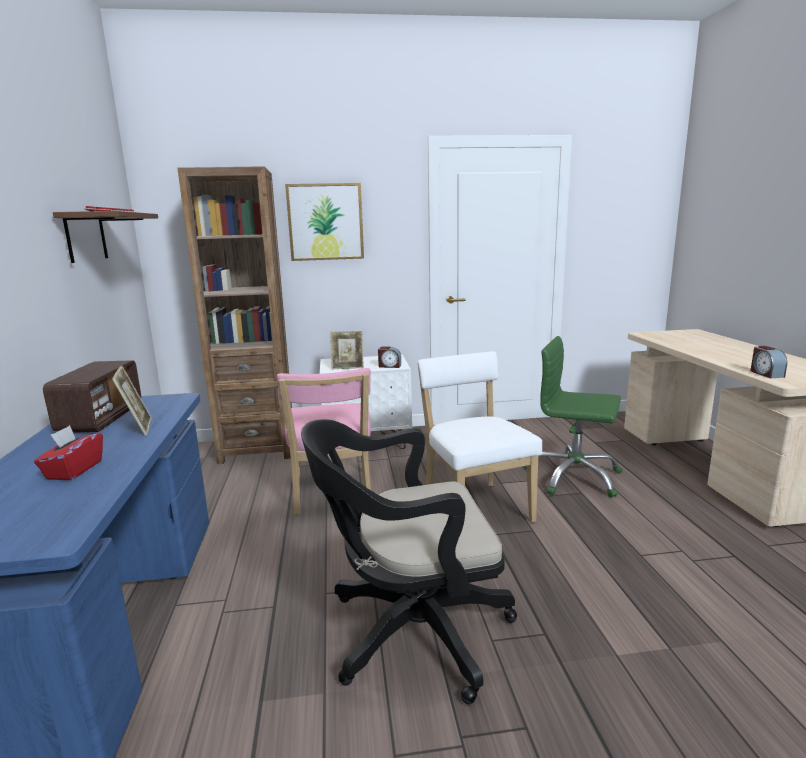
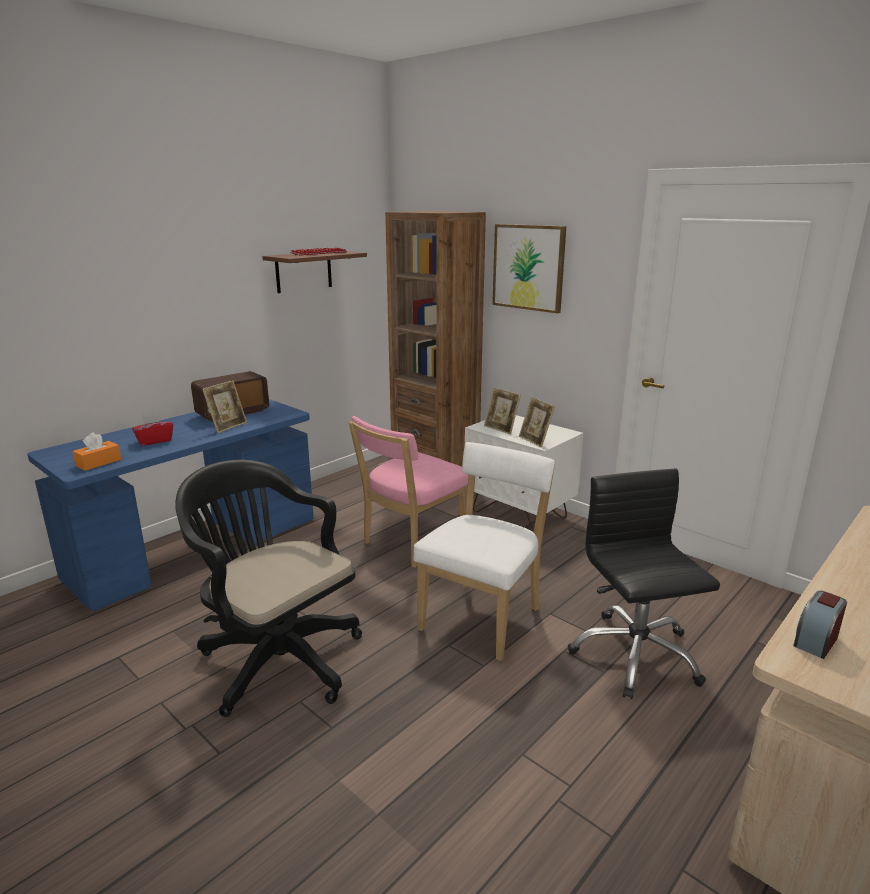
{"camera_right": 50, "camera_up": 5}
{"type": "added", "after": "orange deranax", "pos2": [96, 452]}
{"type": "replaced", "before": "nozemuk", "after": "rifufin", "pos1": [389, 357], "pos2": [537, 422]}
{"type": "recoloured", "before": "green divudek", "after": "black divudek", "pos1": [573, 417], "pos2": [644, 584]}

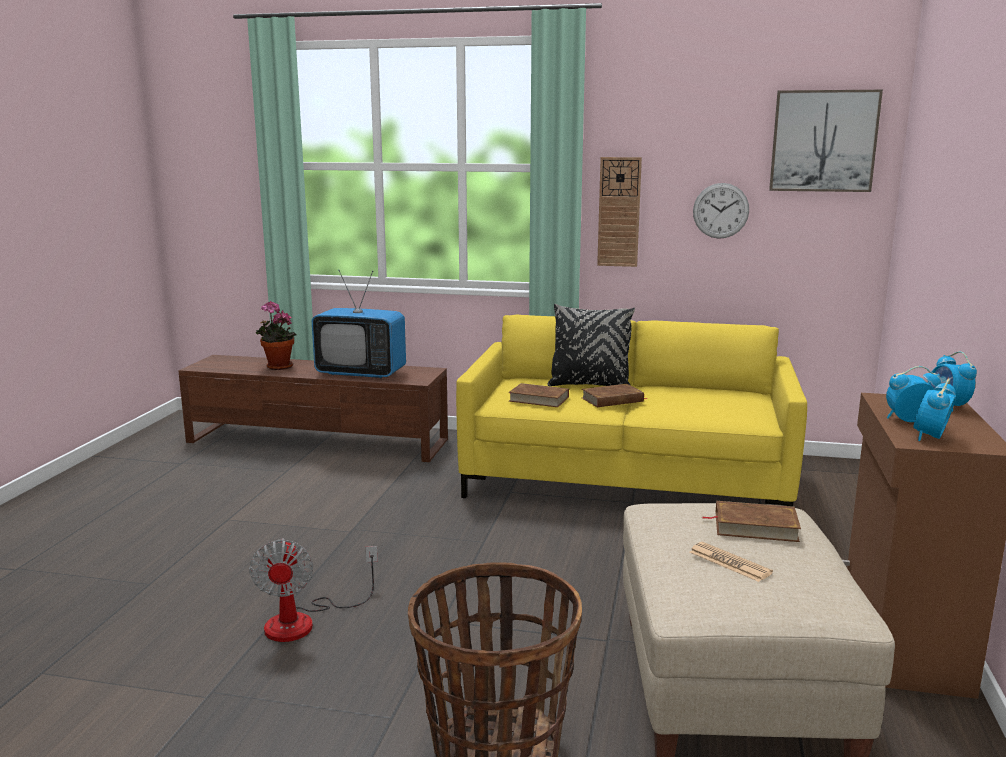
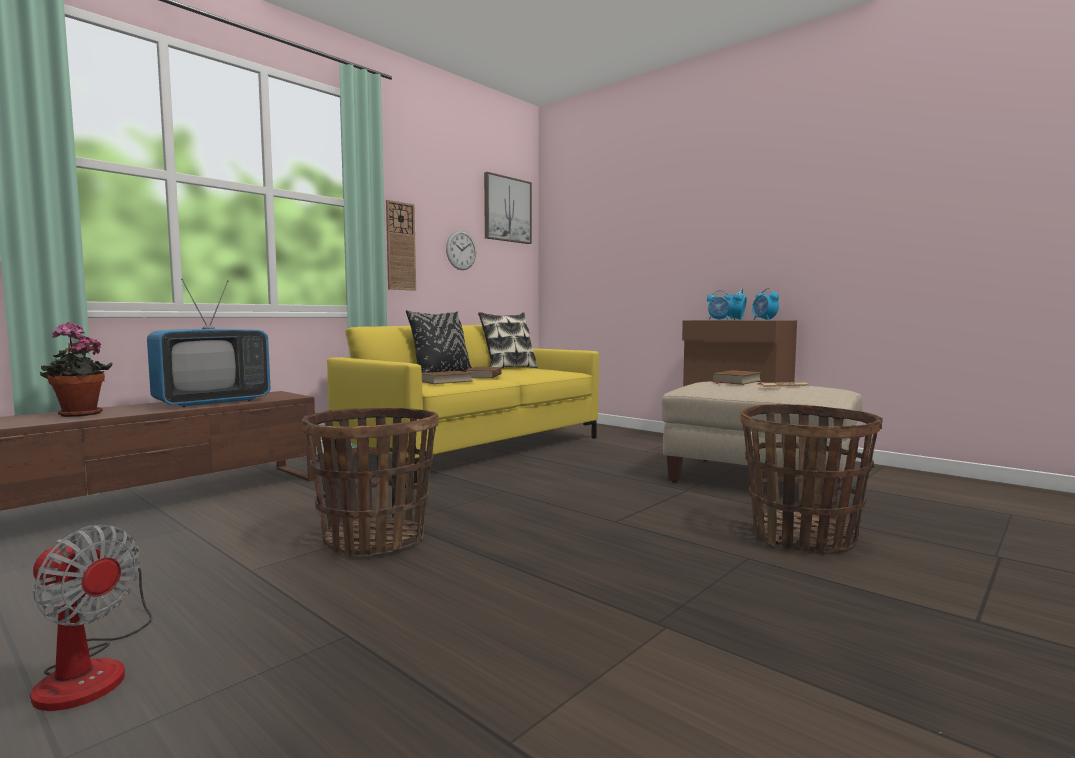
{"camera_right": -60, "camera_up": -10}
{"type": "added", "after": "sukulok", "pos2": [370, 483]}
{"type": "added", "after": "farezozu", "pos2": [508, 340]}
{"type": "moved", "before": "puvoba", "pos1": [313, 590], "pos2": [91, 618]}

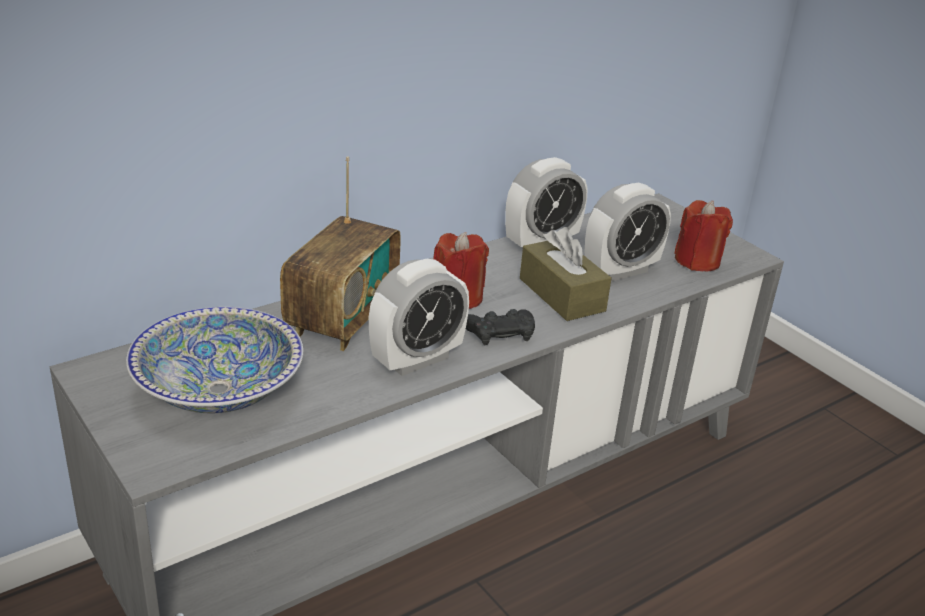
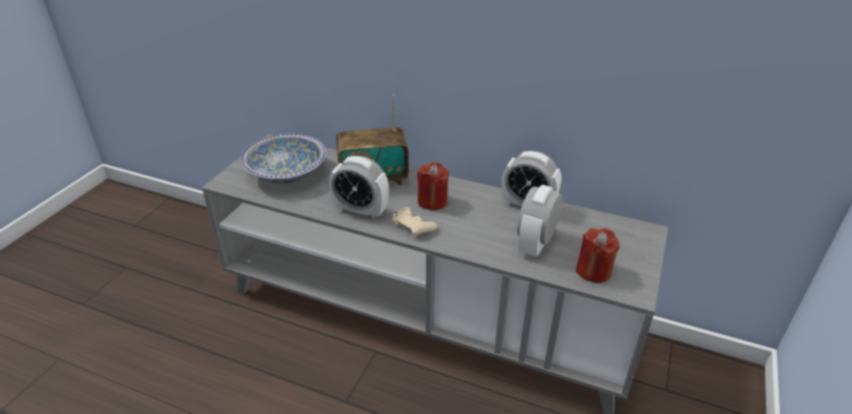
{"camera_right": 60, "camera_up": 5}
{"type": "removed", "before": "brown deranax", "pos1": [566, 274]}
{"type": "recoloured", "before": "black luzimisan", "after": "beige luzimisan", "pos1": [500, 327], "pos2": [414, 222]}
{"type": "turned", "before": "nozemuk", "pos1": [628, 232], "pos2": [539, 221], "turn": 90}

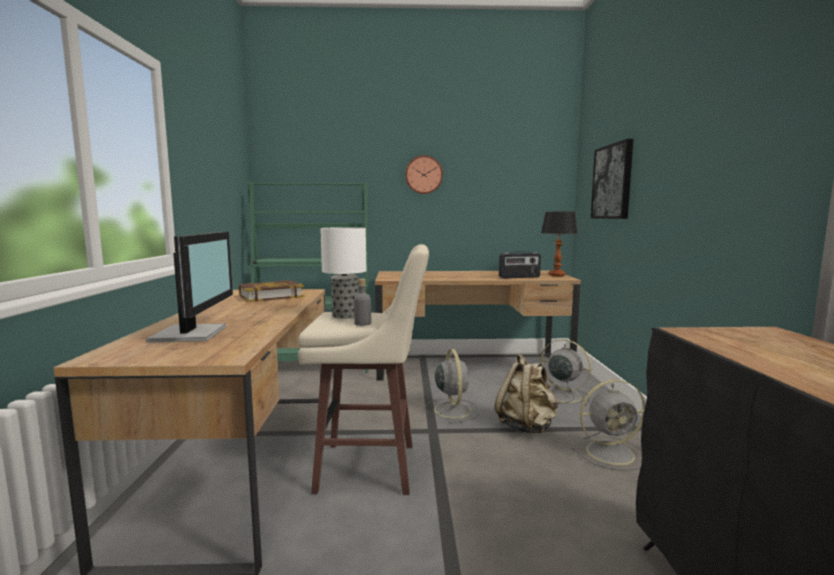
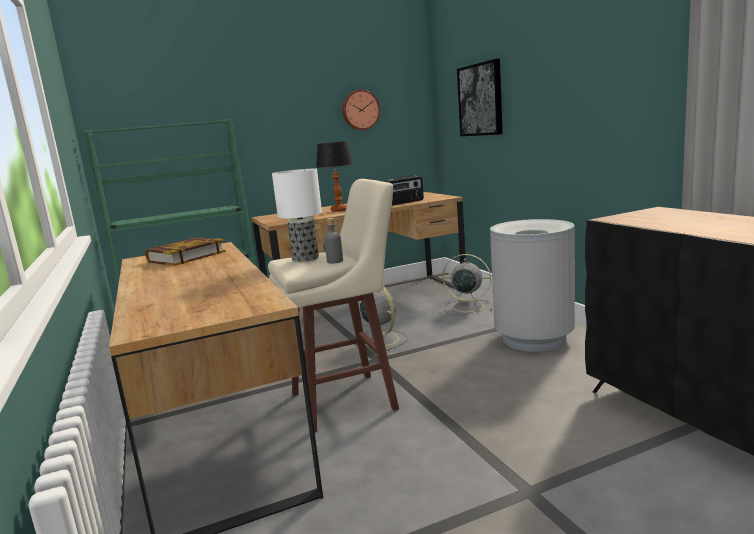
{"camera_right": -20, "camera_up": 5}
{"type": "removed", "before": "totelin", "pos1": [189, 287]}
{"type": "removed", "before": "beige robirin", "pos1": [526, 393]}
{"type": "moved", "before": "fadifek", "pos1": [424, 174], "pos2": [361, 110]}
{"type": "moved", "before": "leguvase", "pos1": [559, 244], "pos2": [334, 176]}
{"type": "replaced", "before": "grey puvoba", "after": "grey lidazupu", "pos1": [608, 425], "pos2": [532, 285]}

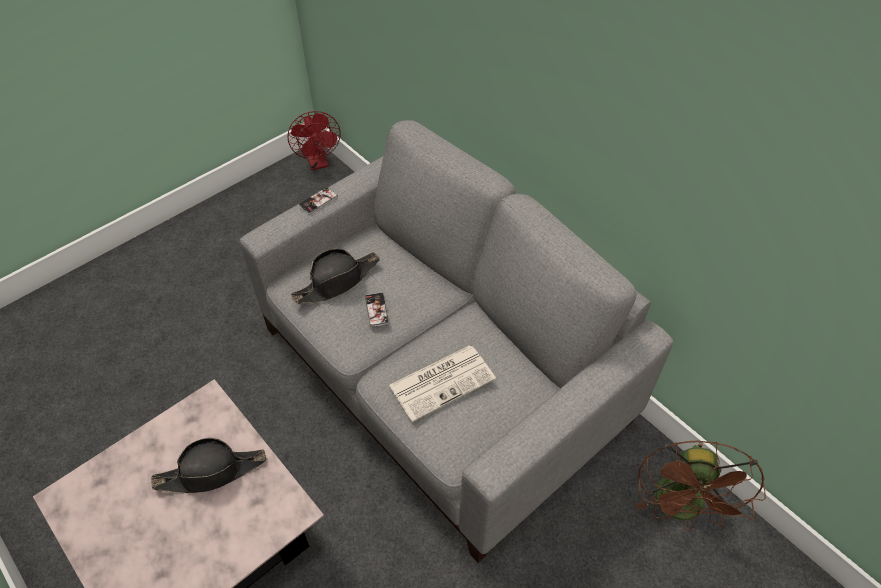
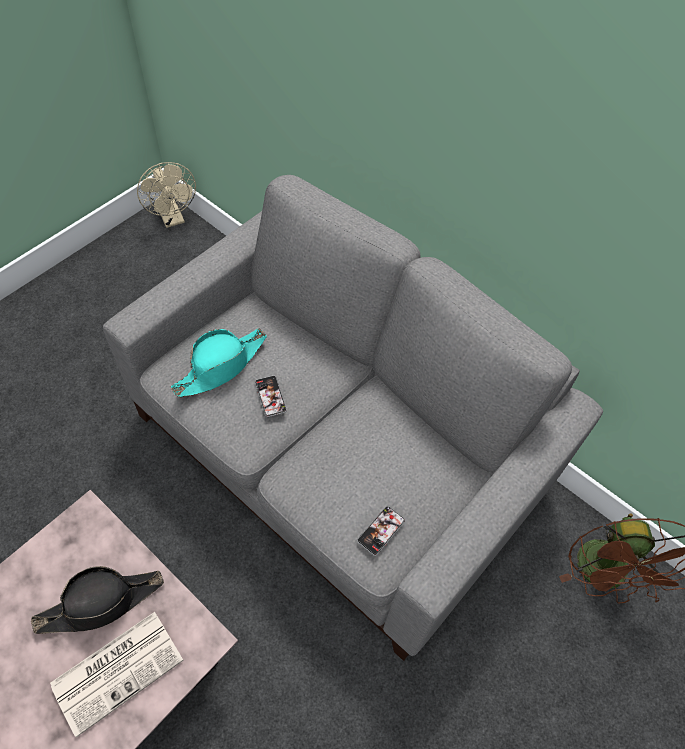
{"camera_right": -10, "camera_up": 5}
{"type": "moved", "before": "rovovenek", "pos1": [318, 200], "pos2": [381, 531]}
{"type": "moved", "before": "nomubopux", "pos1": [442, 383], "pos2": [117, 675]}
{"type": "recoloured", "before": "red puvoba", "after": "beige puvoba", "pos1": [314, 140], "pos2": [166, 195]}
{"type": "recoloured", "before": "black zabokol", "after": "turquoise zabokol", "pos1": [335, 276], "pos2": [219, 362]}

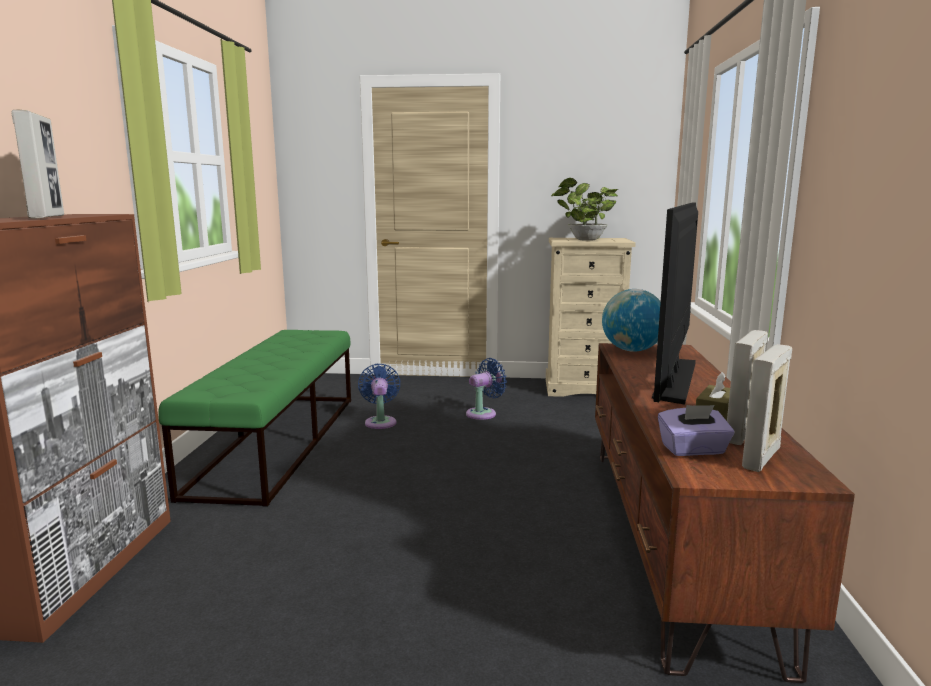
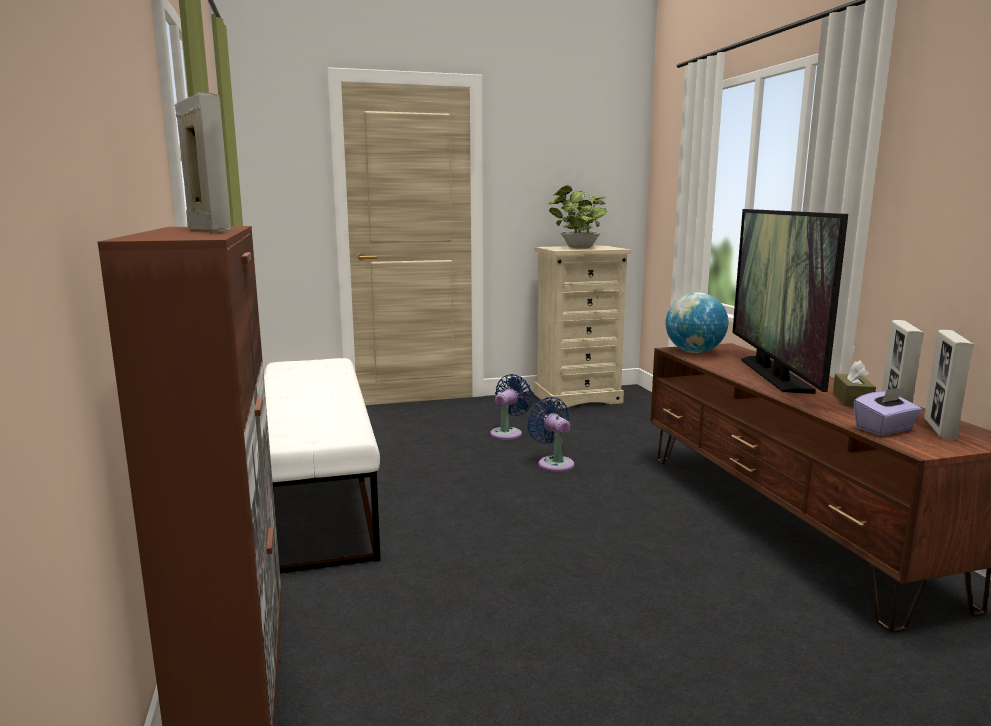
{"camera_right": -20, "camera_up": 0}
{"type": "moved", "before": "blue puvoba", "pos1": [379, 396], "pos2": [550, 434]}
{"type": "recoloured", "before": "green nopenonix", "after": "white nopenonix", "pos1": [255, 418], "pos2": [322, 466]}

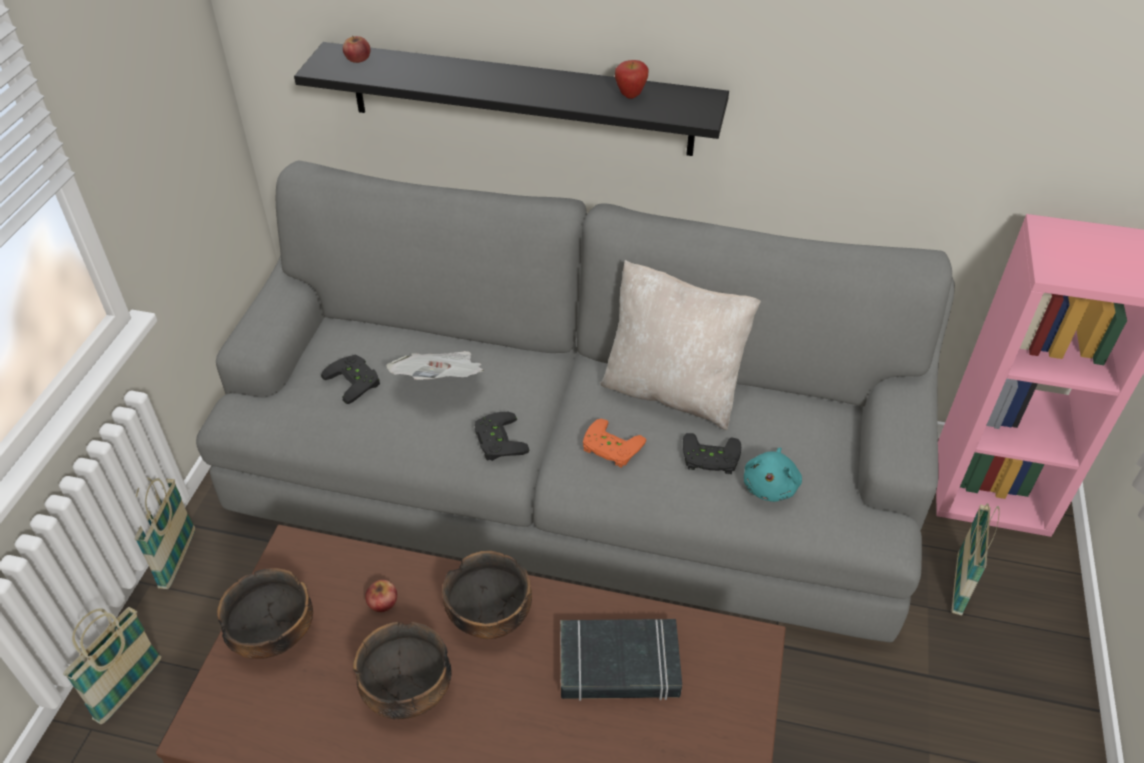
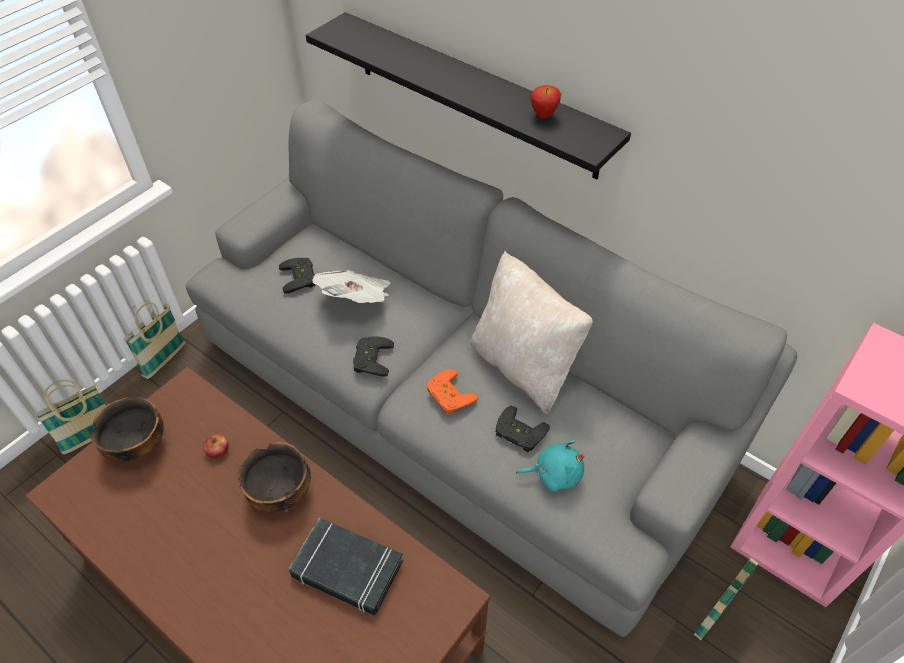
{"camera_right": 25, "camera_up": 5}
{"type": "removed", "before": "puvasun", "pos1": [356, 49]}
{"type": "removed", "before": "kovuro", "pos1": [402, 671]}
{"type": "turned", "before": "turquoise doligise", "pos1": [773, 475], "pos2": [550, 466], "turn": -135}

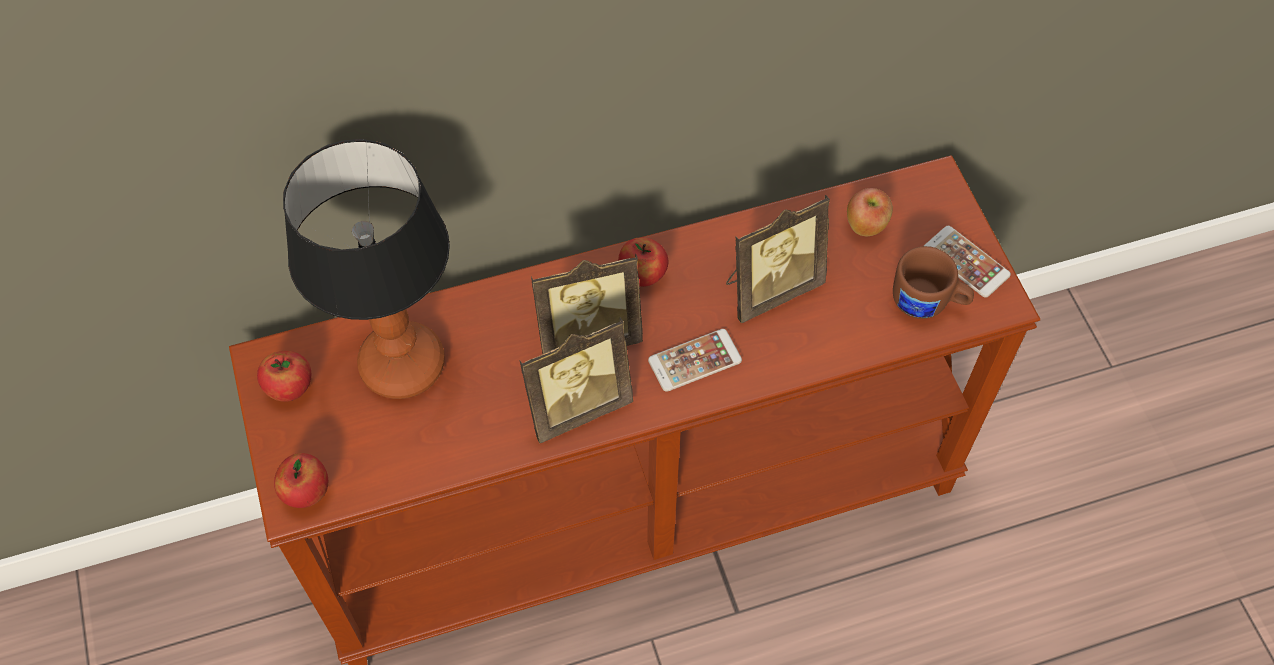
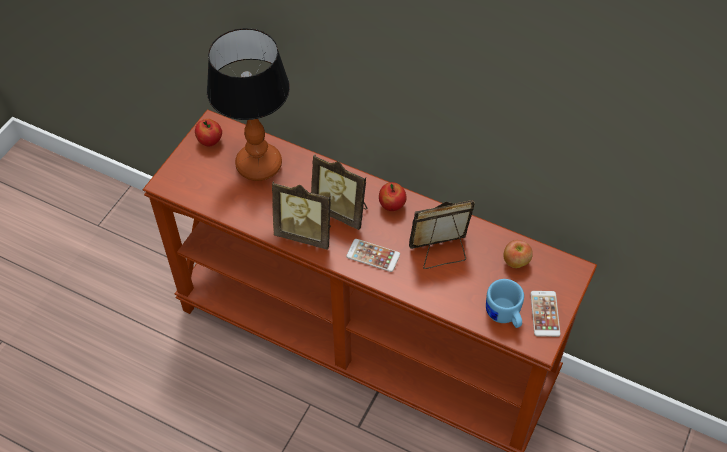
{"camera_right": 45, "camera_up": -5}
{"type": "removed", "before": "puvasun", "pos1": [301, 480]}
{"type": "recoloured", "before": "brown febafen", "after": "blue febafen", "pos1": [933, 282], "pos2": [505, 303]}
{"type": "turned", "before": "rifufin", "pos1": [778, 259], "pos2": [442, 234], "turn": 150}

